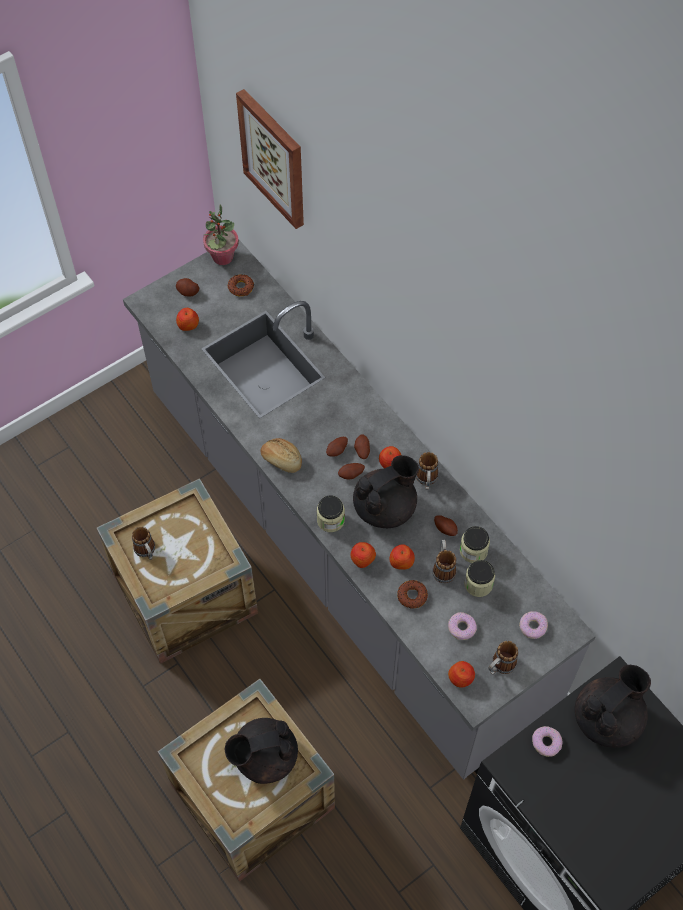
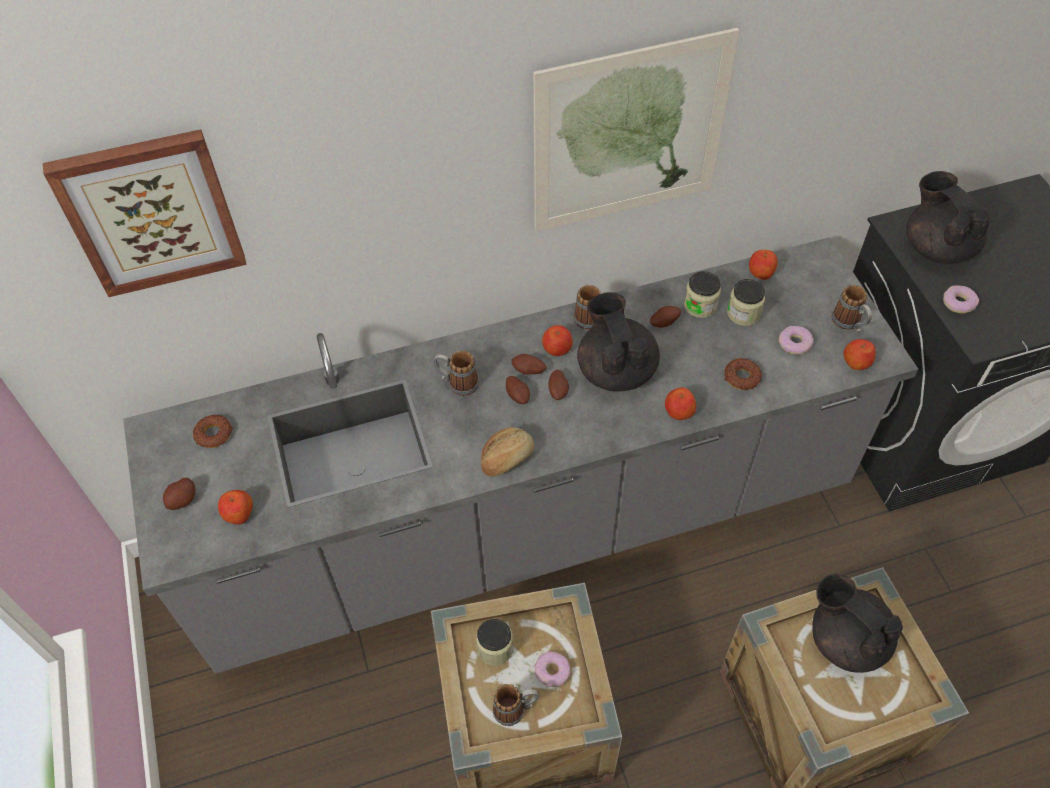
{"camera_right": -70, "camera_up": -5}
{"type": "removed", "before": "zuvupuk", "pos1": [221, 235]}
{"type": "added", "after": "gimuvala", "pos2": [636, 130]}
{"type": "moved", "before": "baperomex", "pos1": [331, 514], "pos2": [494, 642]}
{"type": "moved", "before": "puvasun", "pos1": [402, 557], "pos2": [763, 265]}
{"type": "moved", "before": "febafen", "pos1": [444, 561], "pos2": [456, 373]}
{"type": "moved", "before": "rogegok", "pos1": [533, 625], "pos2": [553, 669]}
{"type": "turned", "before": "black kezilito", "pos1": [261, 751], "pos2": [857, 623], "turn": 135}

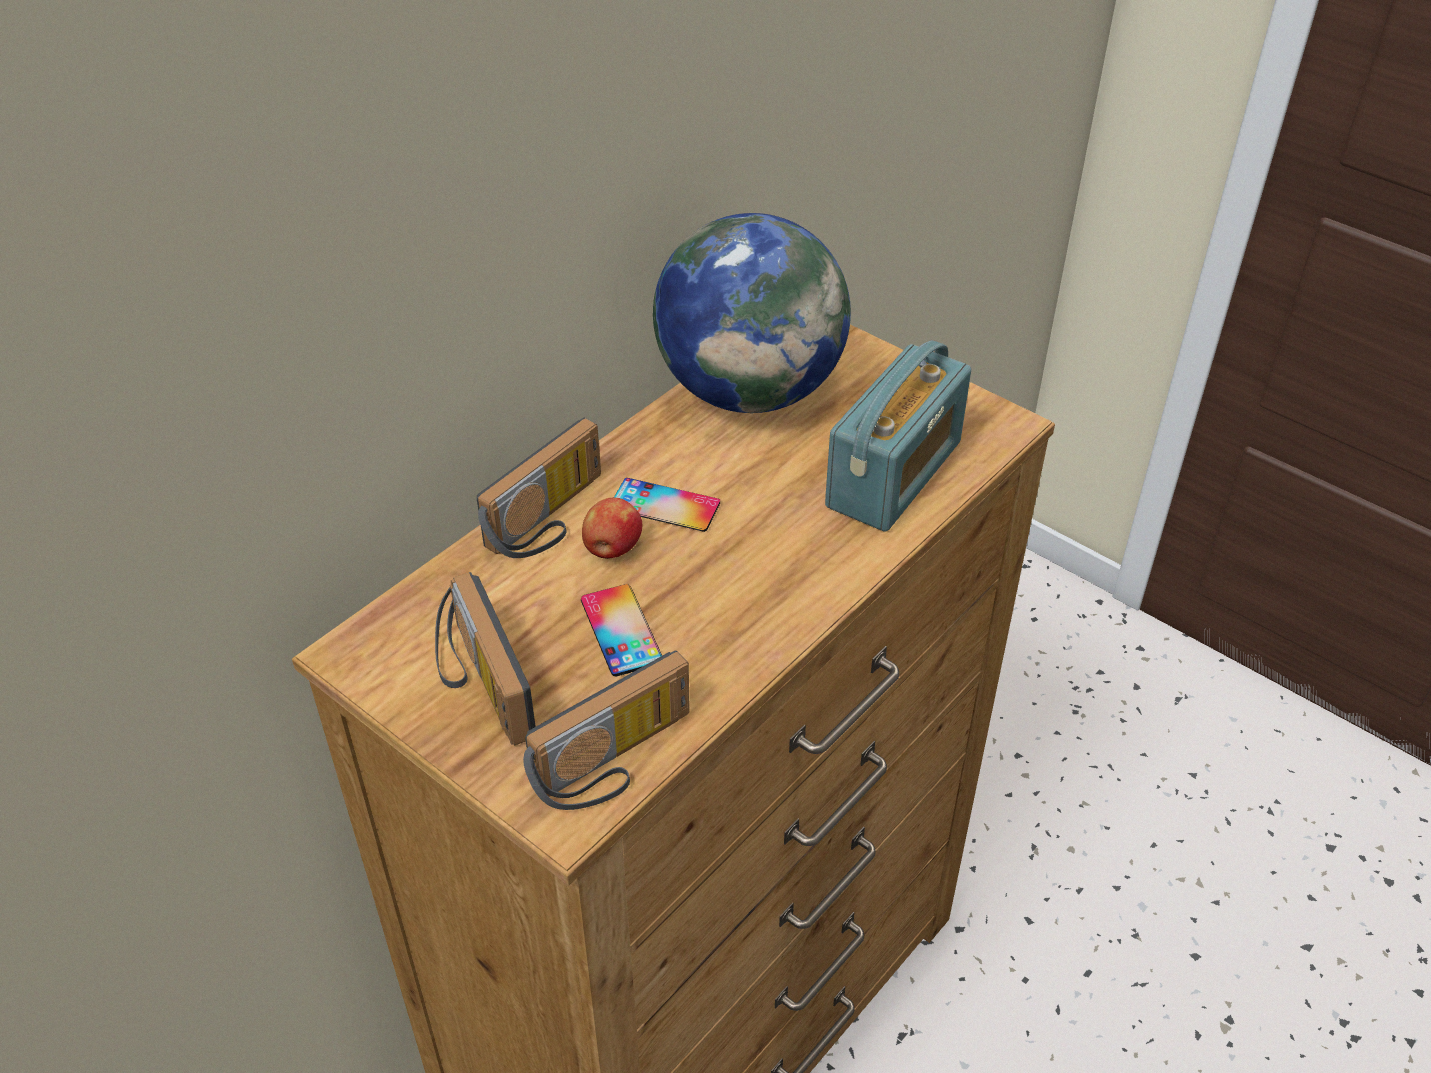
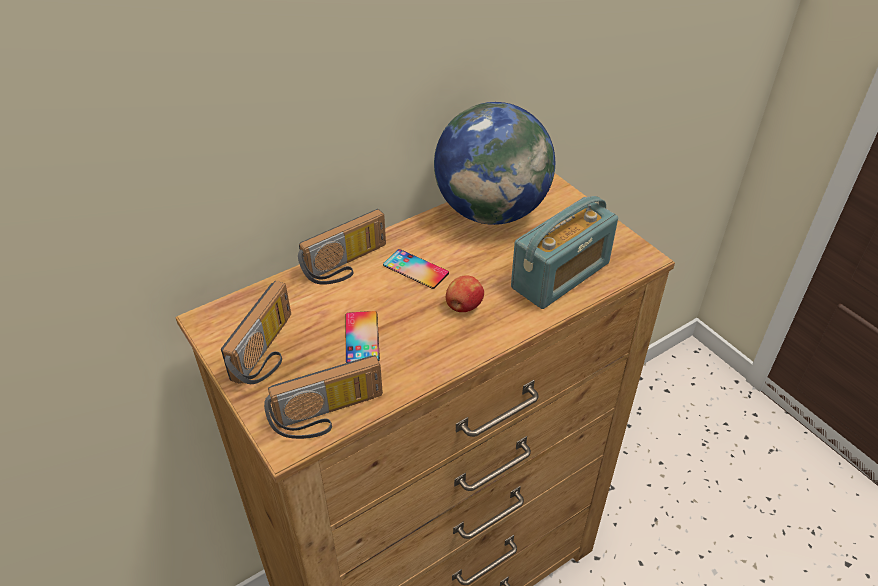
{"camera_right": 15, "camera_up": 0}
{"type": "moved", "before": "puvasun", "pos1": [612, 528], "pos2": [465, 293]}
{"type": "turned", "before": "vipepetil", "pos1": [485, 659], "pos2": [256, 332], "turn": -150}

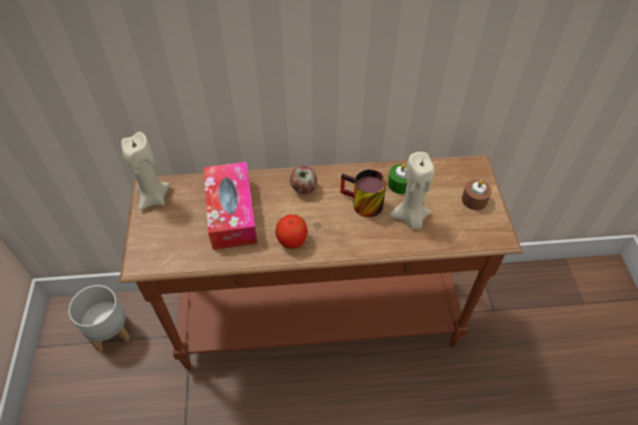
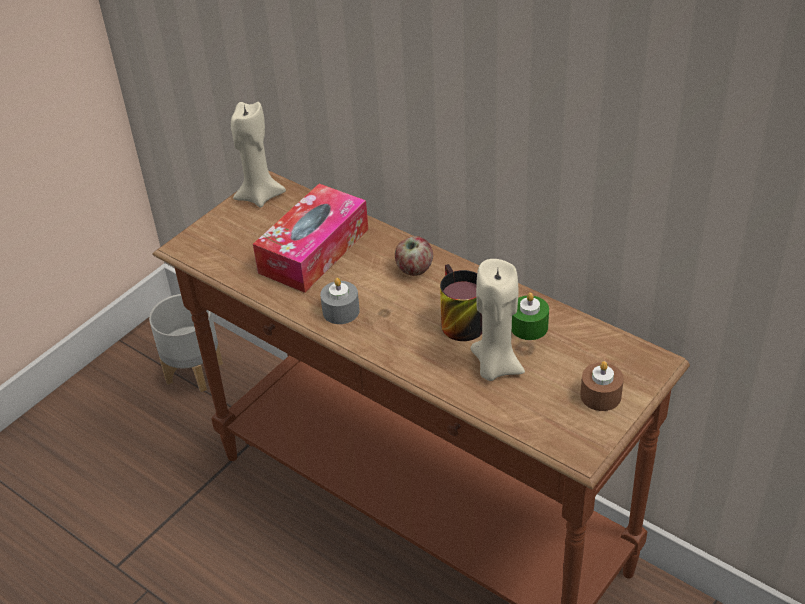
{"camera_right": 45, "camera_up": -10}
{"type": "replaced", "before": "puvasun", "after": "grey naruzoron", "pos1": [291, 231], "pos2": [340, 301]}

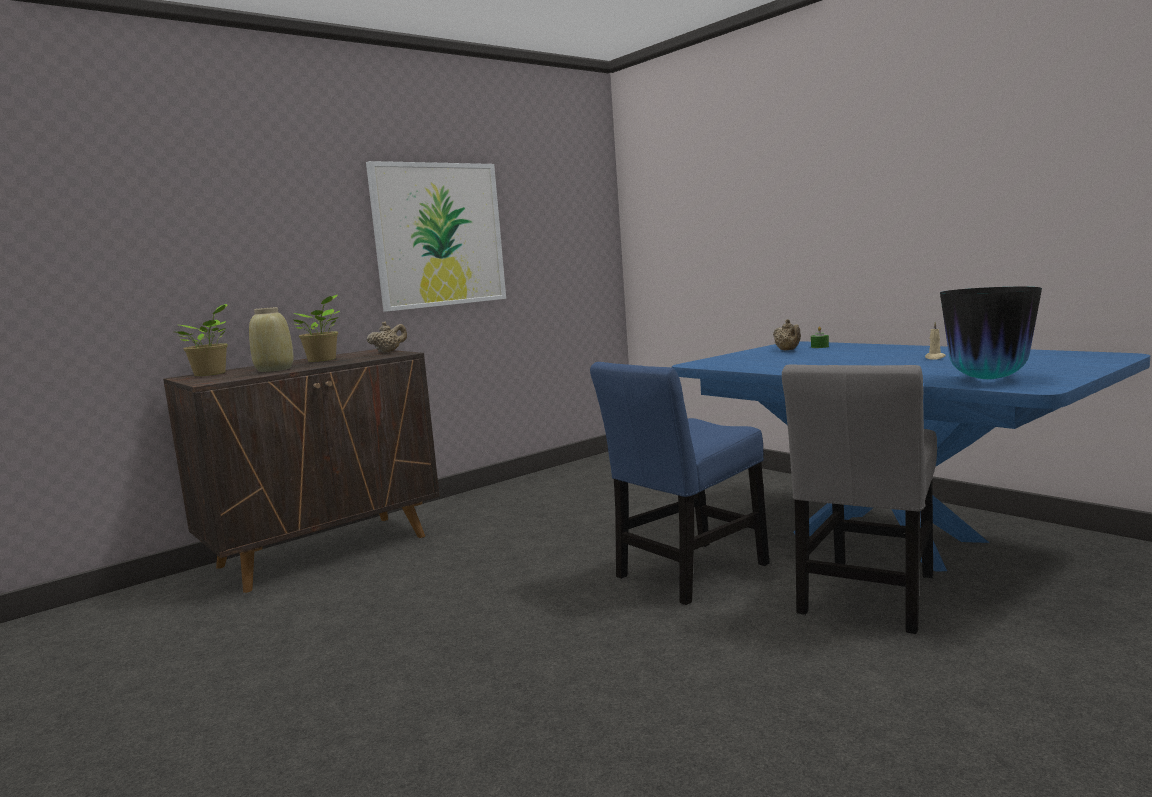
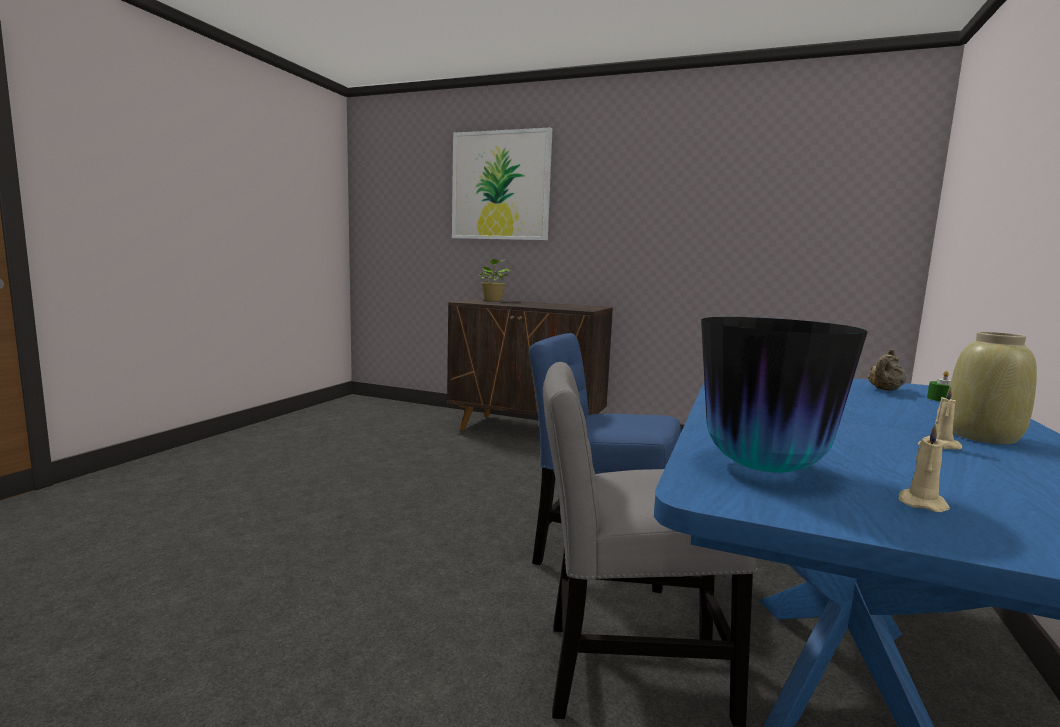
{"camera_right": 60, "camera_up": 0}
{"type": "removed", "before": "zuvupuk", "pos1": [317, 328]}
{"type": "removed", "before": "beige kezilito", "pos1": [387, 337]}
{"type": "added", "after": "beige naruzoron", "pos2": [924, 468]}
{"type": "moved", "before": "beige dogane", "pos1": [271, 339], "pos2": [993, 388]}
{"type": "moved", "before": "gimuvala", "pos1": [436, 236], "pos2": [502, 183]}

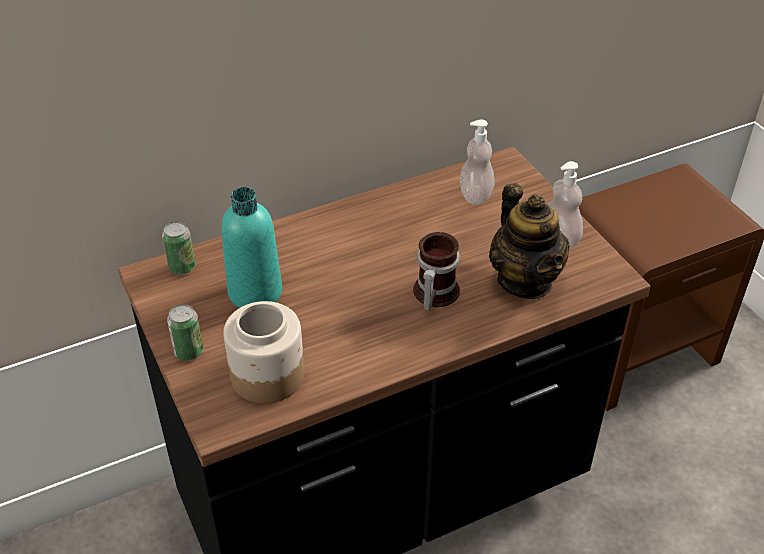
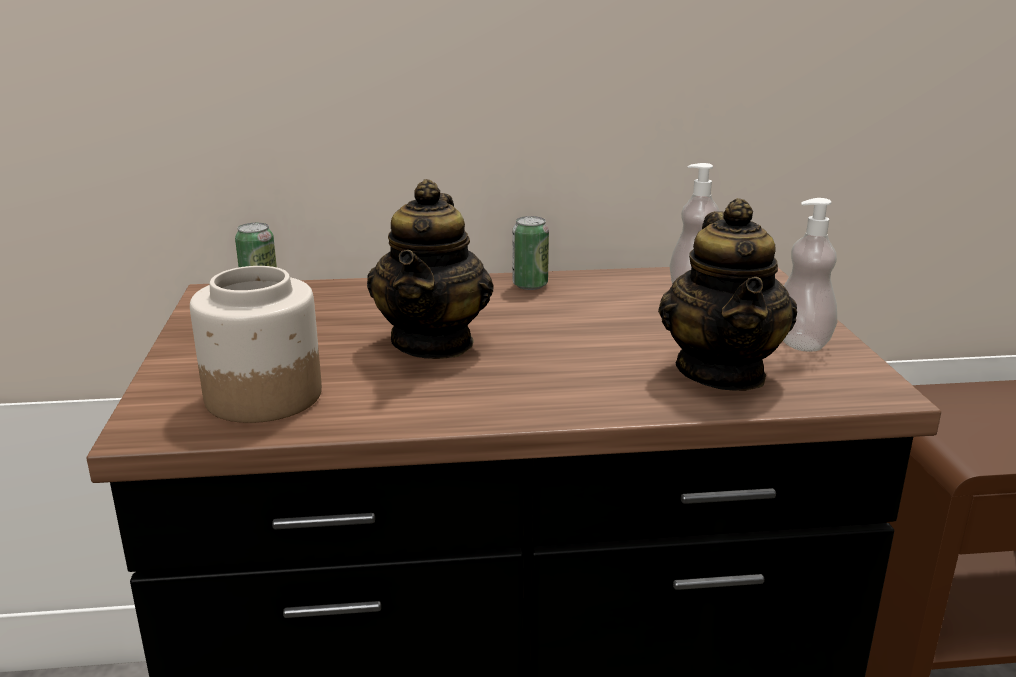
{"camera_right": 20, "camera_up": -20}
{"type": "removed", "before": "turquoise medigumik", "pos1": [251, 247]}
{"type": "removed", "before": "febafen", "pos1": [436, 271]}
{"type": "added", "after": "kezilito", "pos2": [430, 269]}
{"type": "moved", "before": "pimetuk", "pos1": [185, 332], "pos2": [531, 253]}

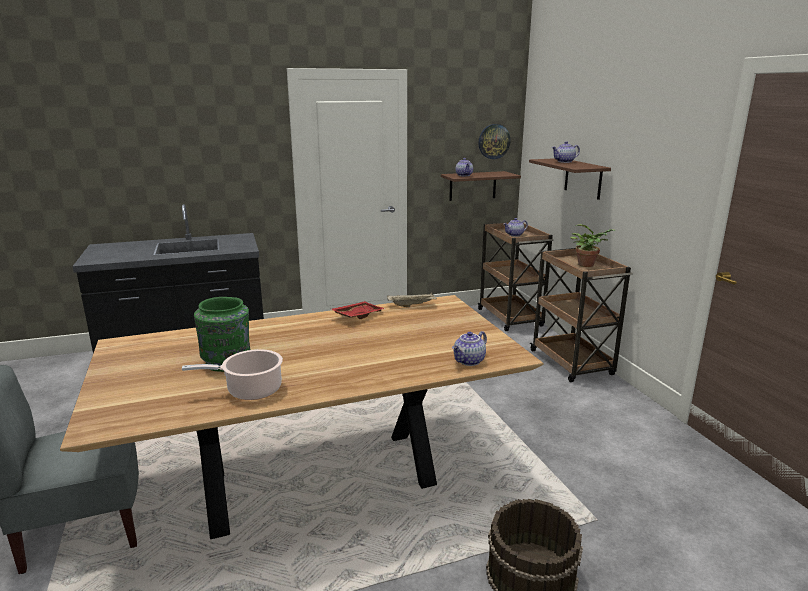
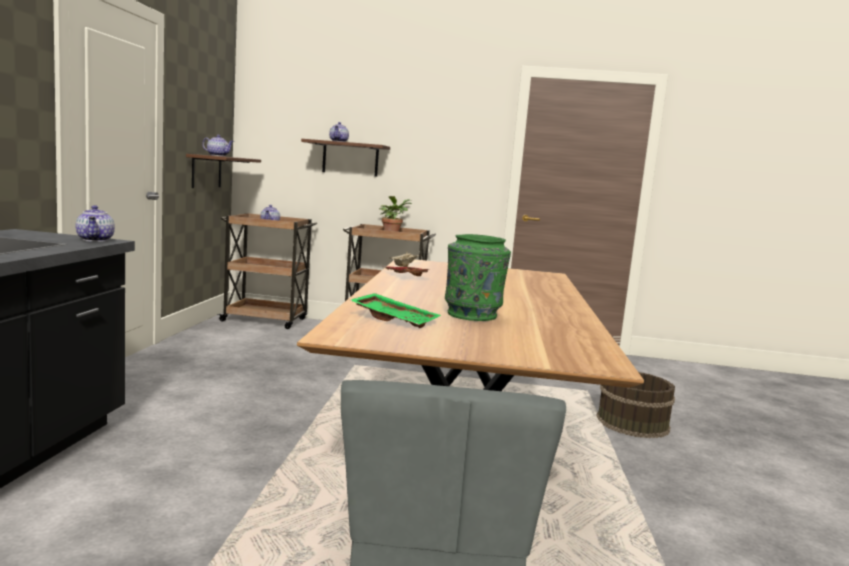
{"camera_right": -65, "camera_up": -10}
{"type": "removed", "before": "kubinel", "pos1": [232, 374]}
{"type": "removed", "before": "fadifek", "pos1": [494, 141]}
{"type": "added", "after": "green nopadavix", "pos2": [395, 310]}
{"type": "moved", "before": "kezilito", "pos1": [469, 348], "pos2": [95, 223]}

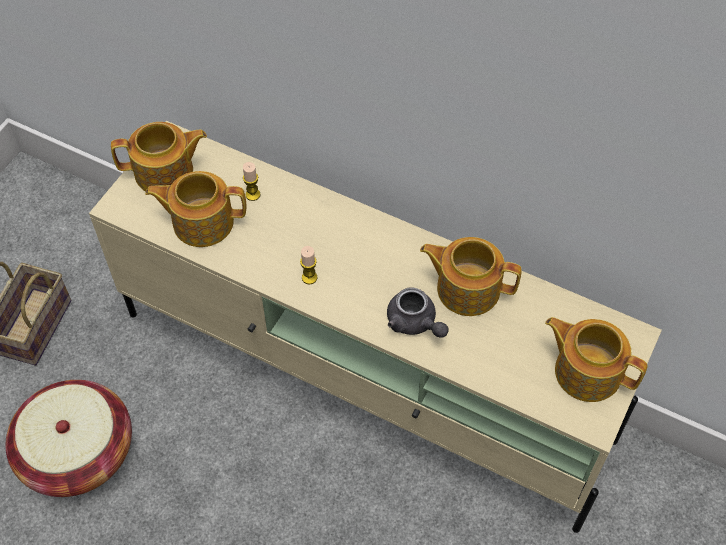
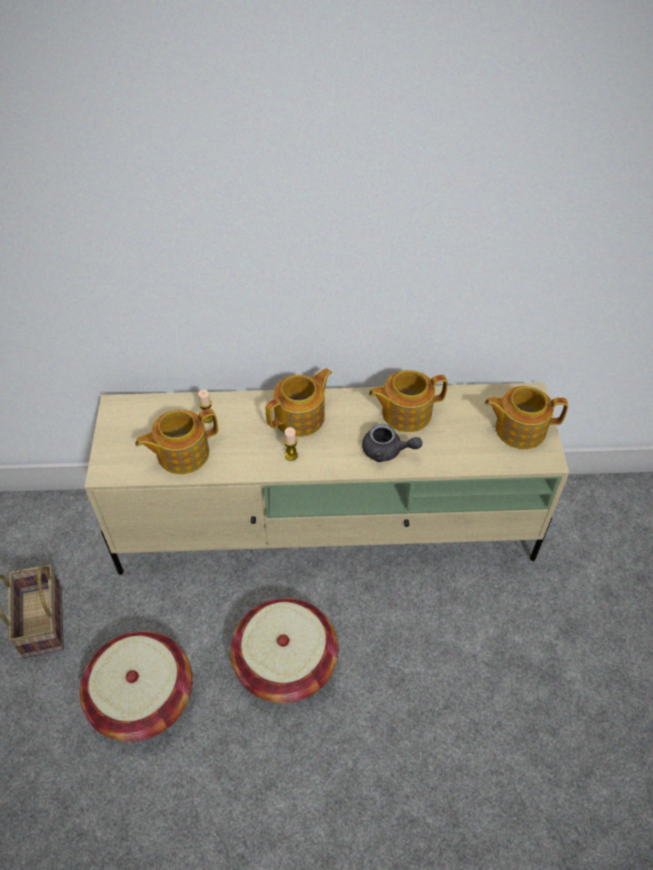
{"camera_right": -30, "camera_up": -5}
{"type": "added", "after": "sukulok", "pos2": [284, 650]}
{"type": "moved", "before": "kezilito", "pos1": [159, 156], "pos2": [299, 402]}

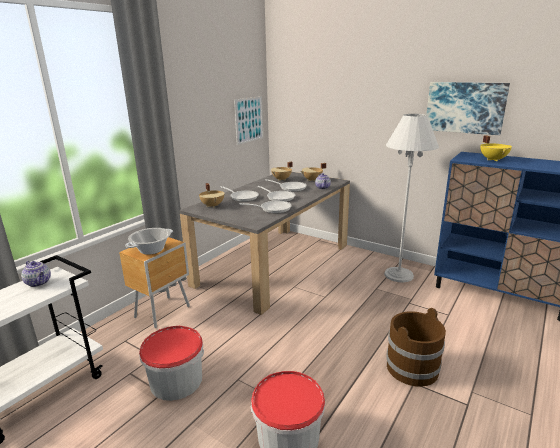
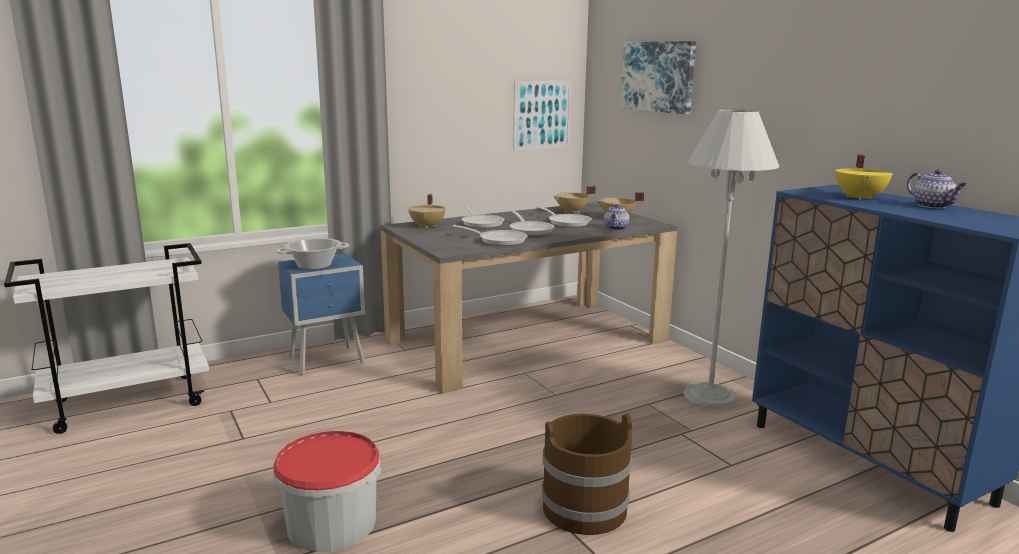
{"camera_right": 25, "camera_up": -5}
{"type": "removed", "before": "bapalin", "pos1": [171, 363]}
{"type": "moved", "before": "kezilito", "pos1": [36, 274], "pos2": [937, 189]}
{"type": "moved", "before": "gimuvala", "pos1": [468, 108], "pos2": [658, 77]}
{"type": "recoloured", "before": "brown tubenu", "after": "blue tubenu", "pos1": [154, 282], "pos2": [321, 314]}

